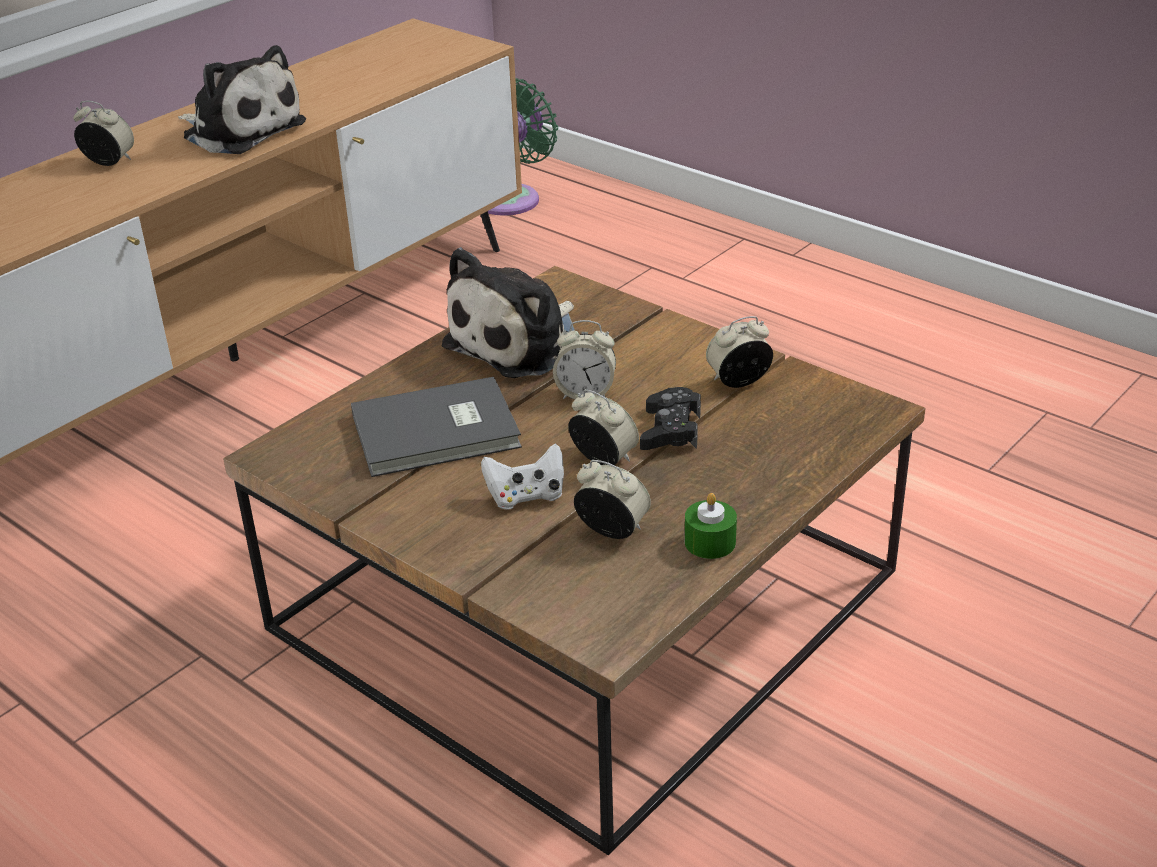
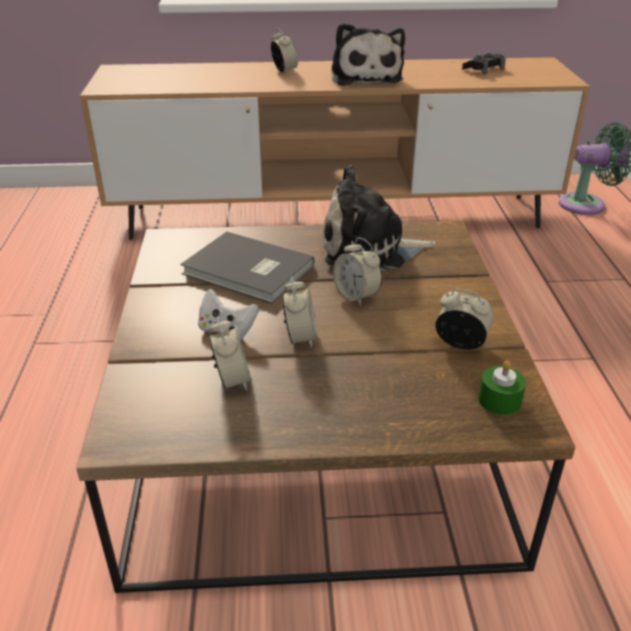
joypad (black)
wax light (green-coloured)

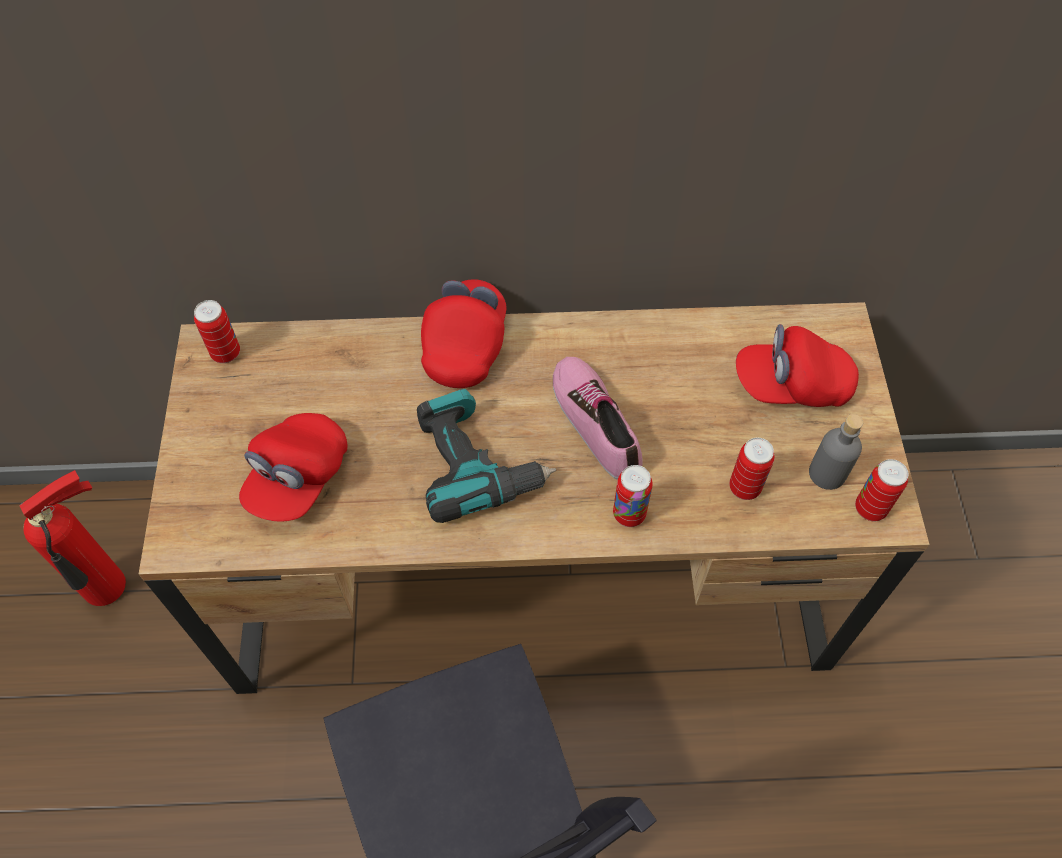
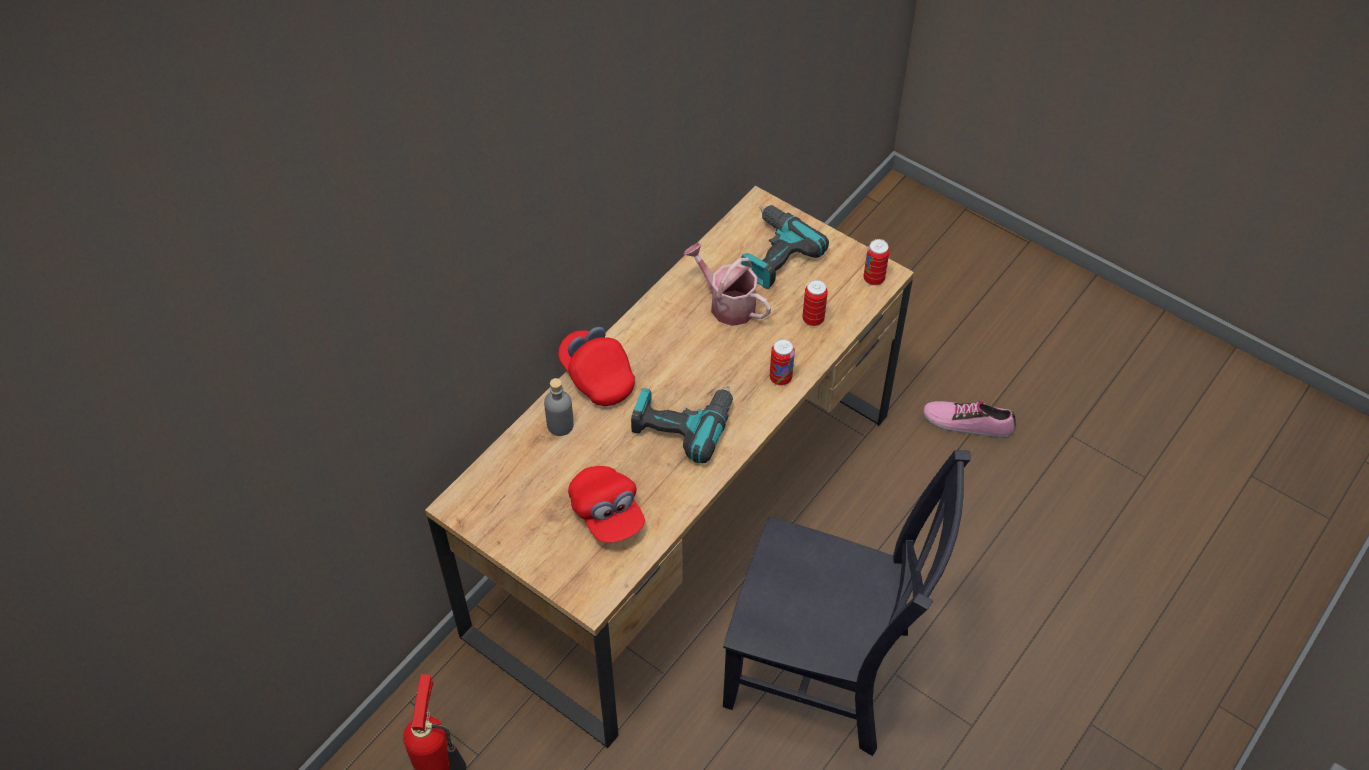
can (1st from left in the first image)
drill (2nd from left)
low shoe
beverage bottle (gray)
watering pot

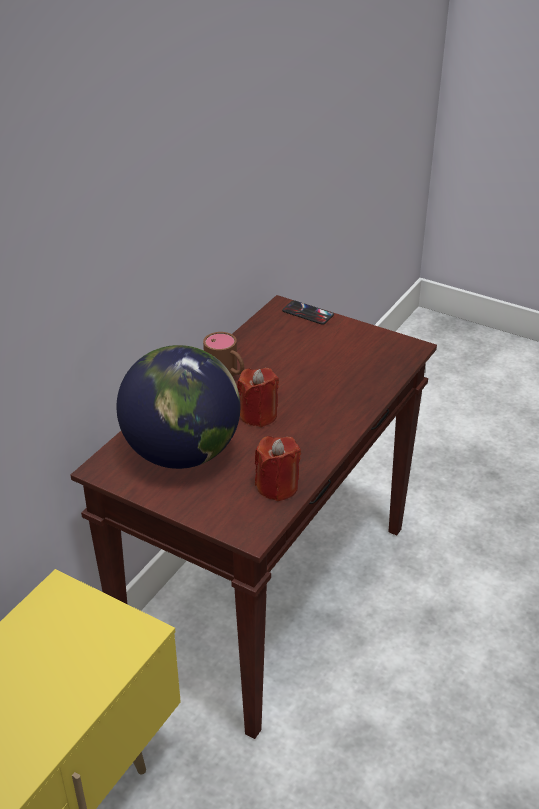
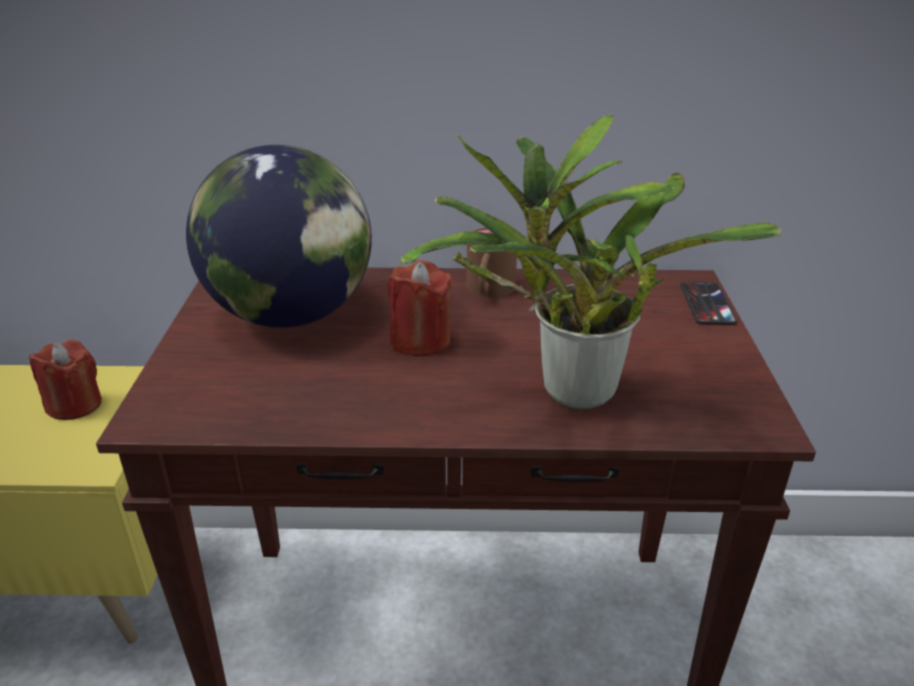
wax light (reddish) (1st from left)
potted plant

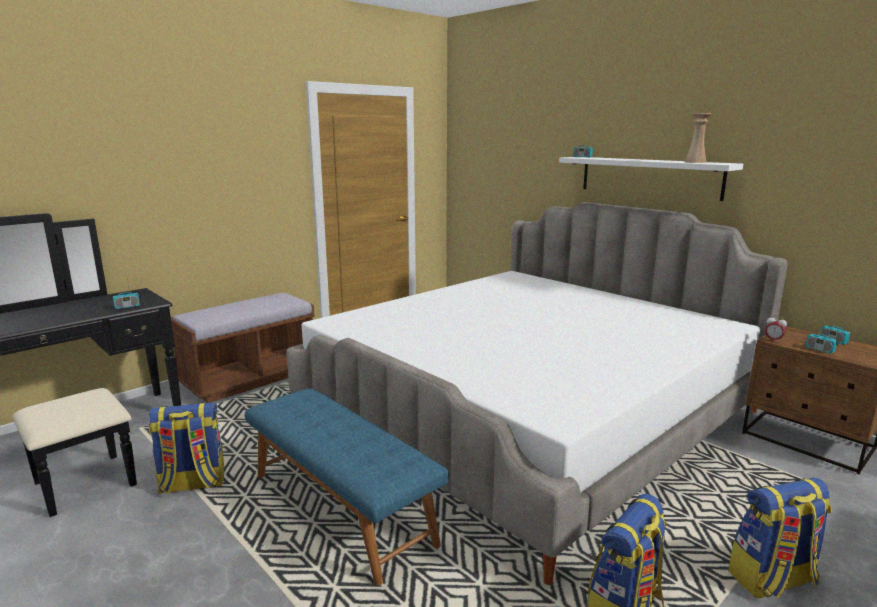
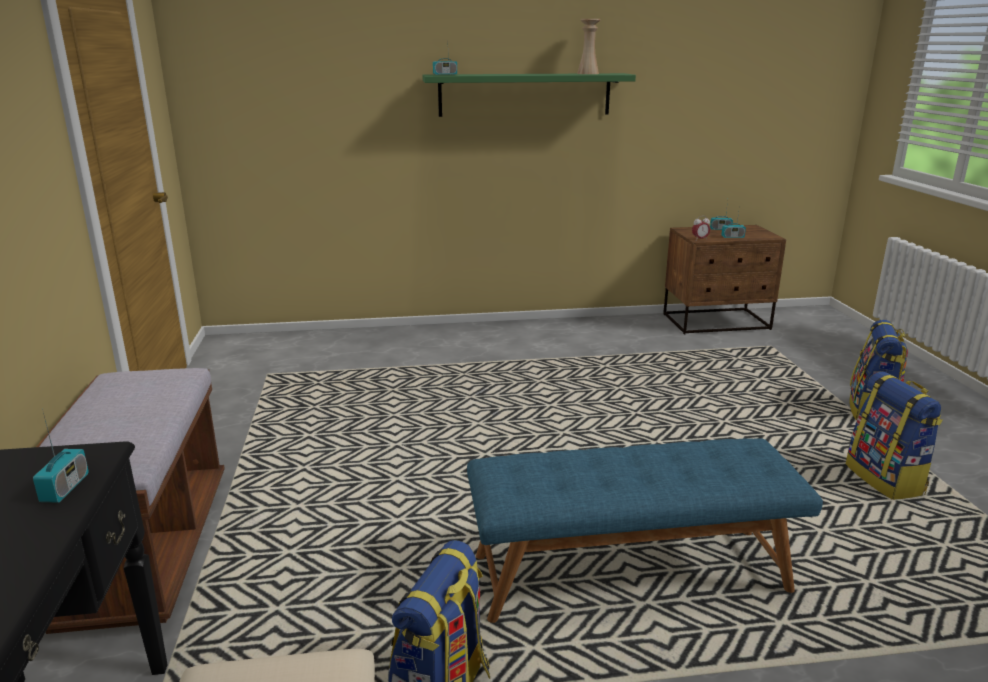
wall shelf (green-coloured)
bedroom bed

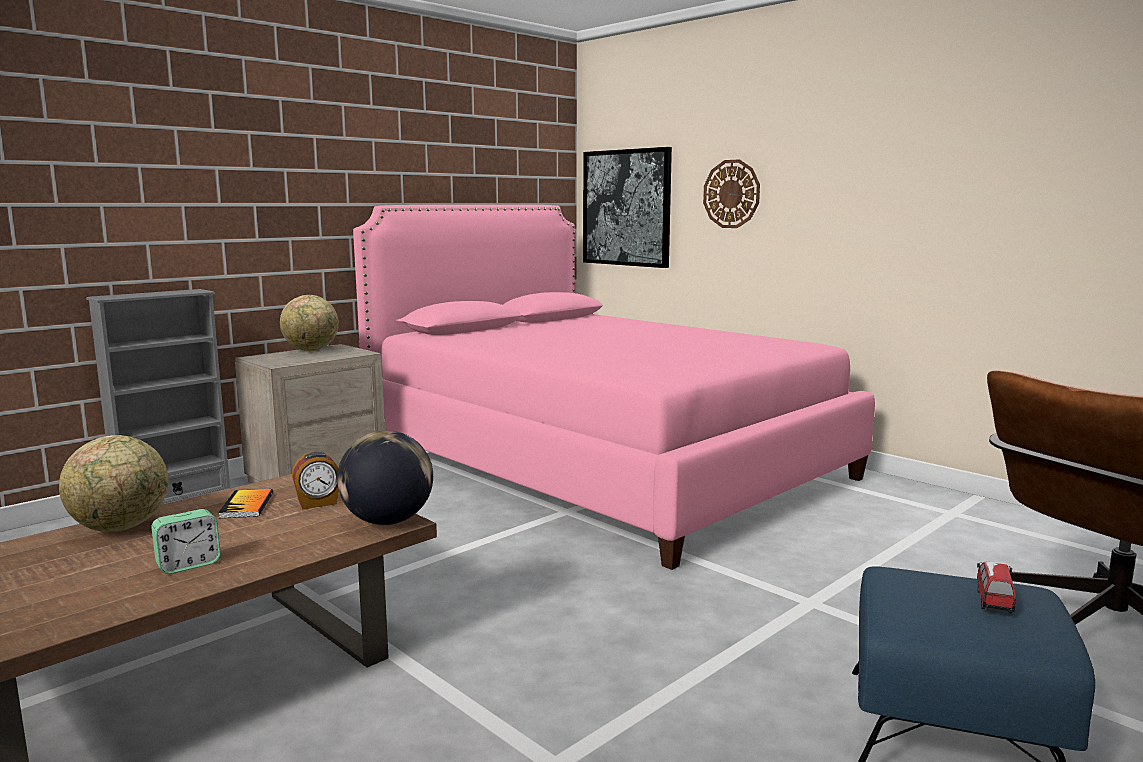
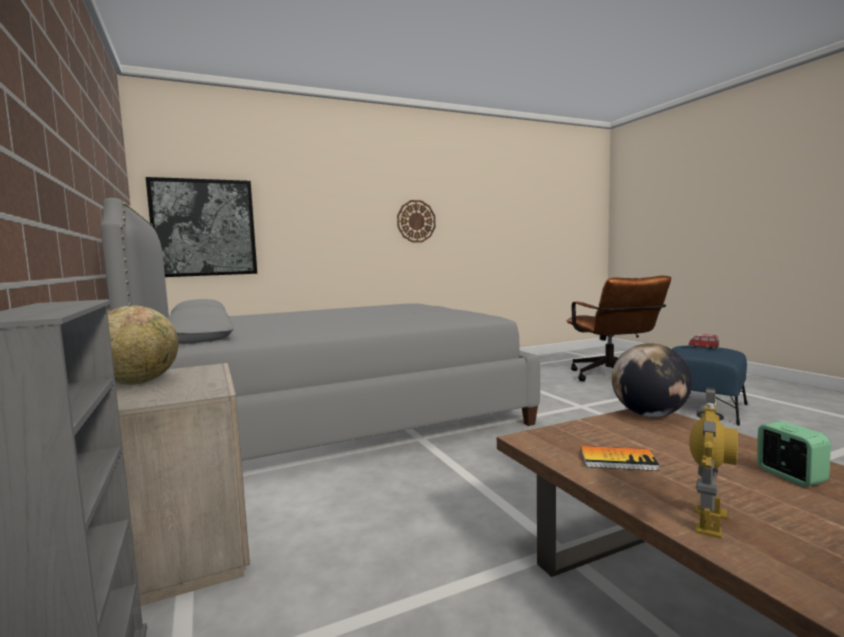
wall clock
bedroom bed (gray)
robot figure
alarm clock (2nd from left in the first image)

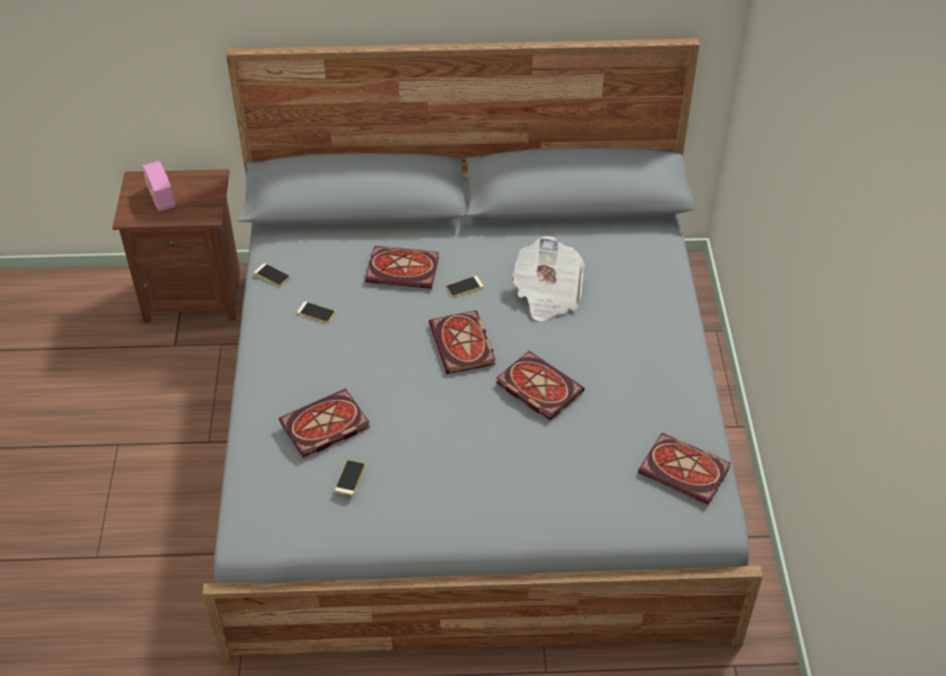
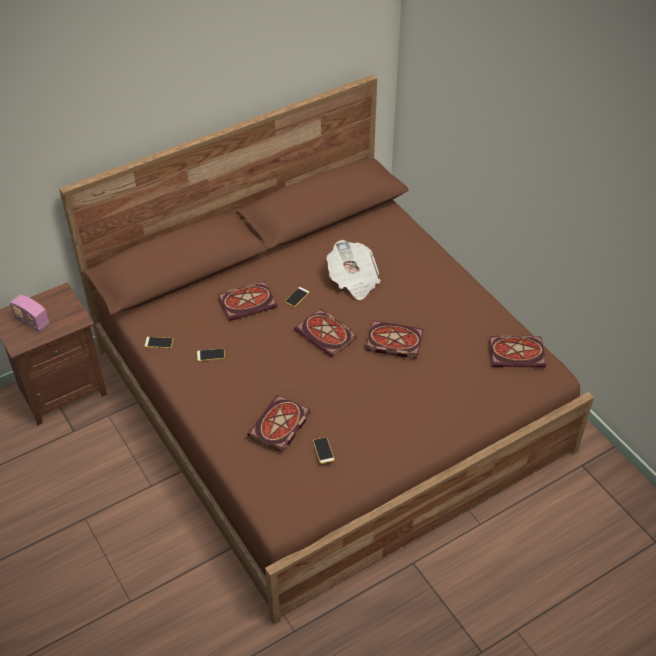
bedroom bed (brown)

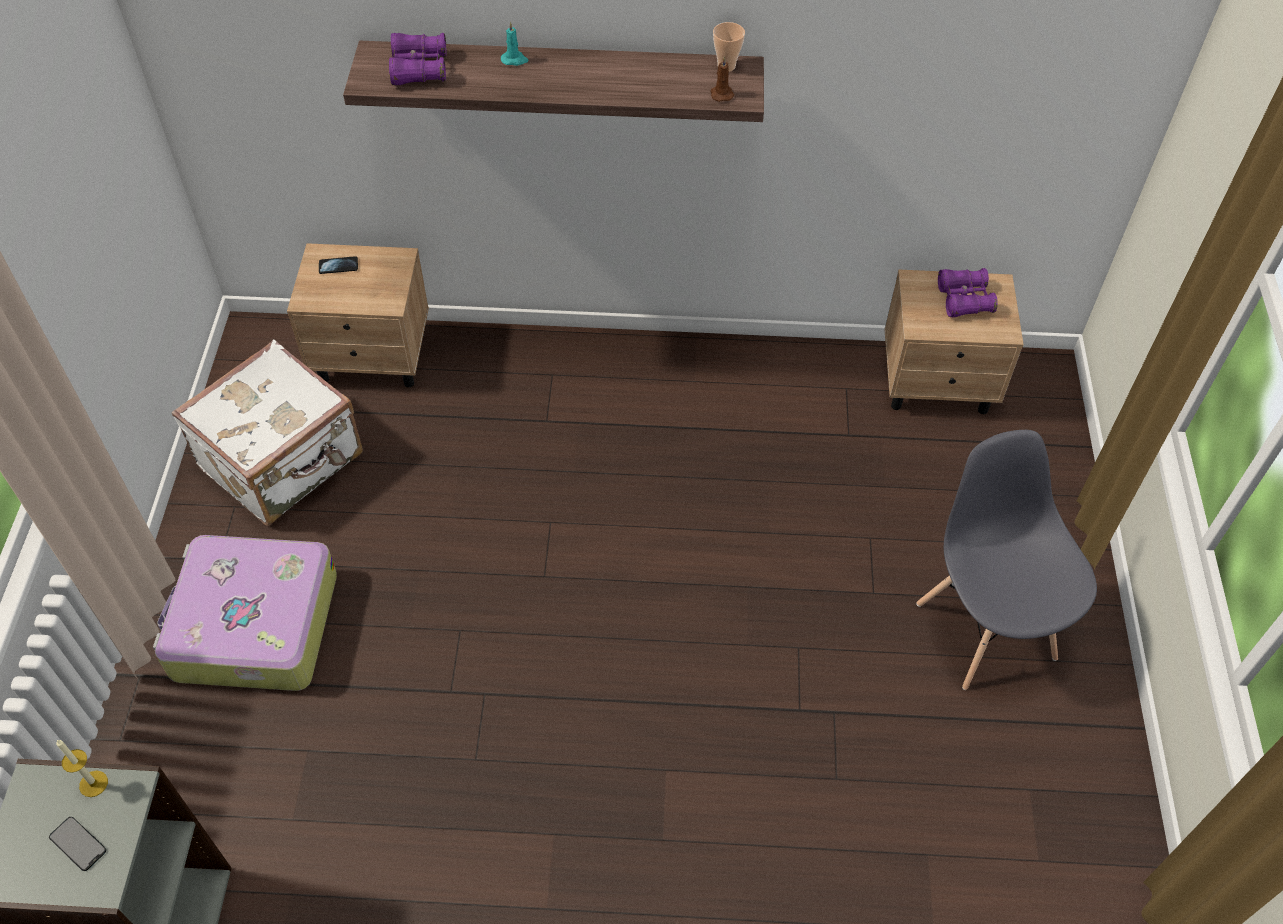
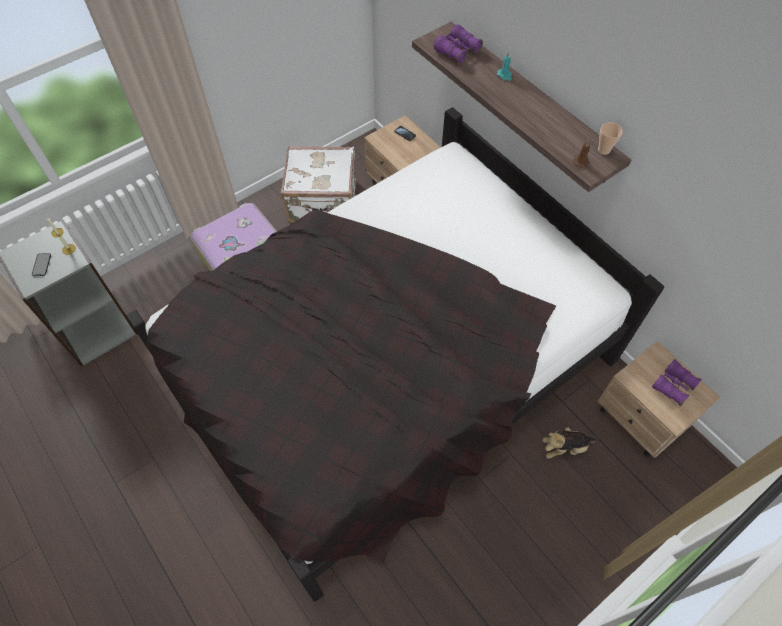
upright chair (gray)
bedroom bed (black)
plush toy

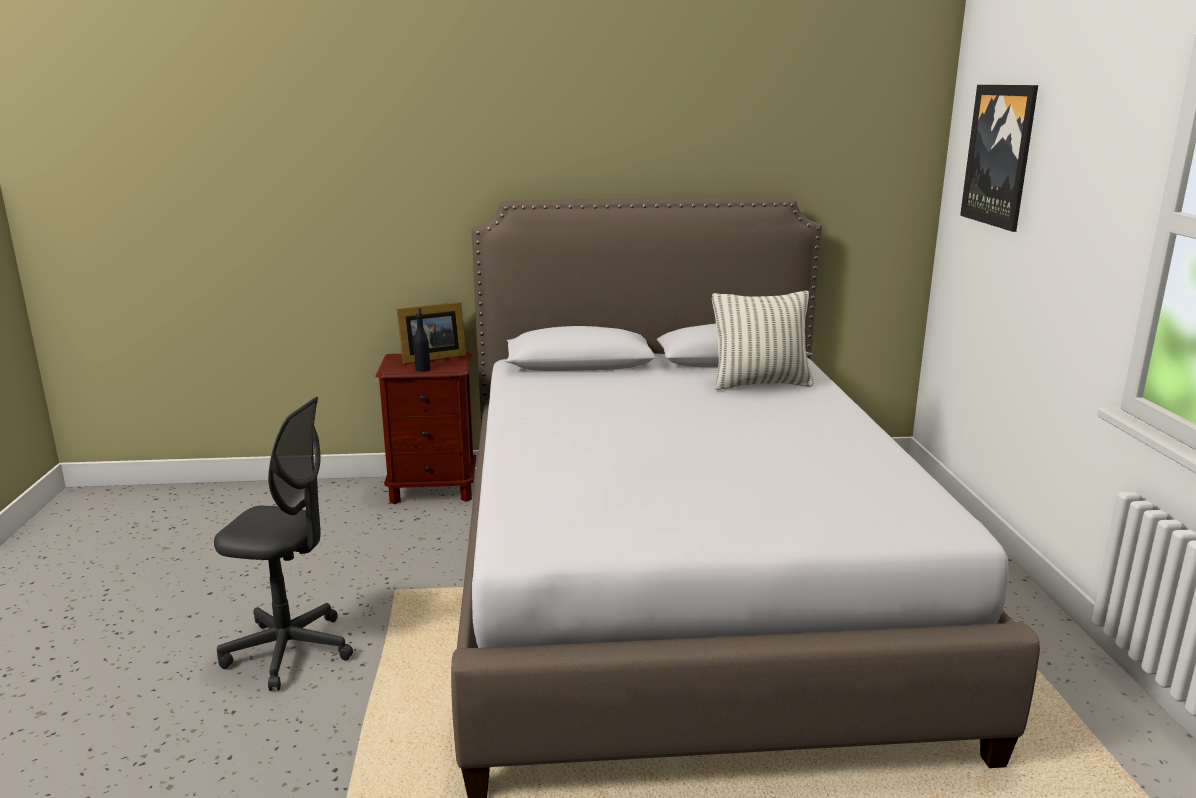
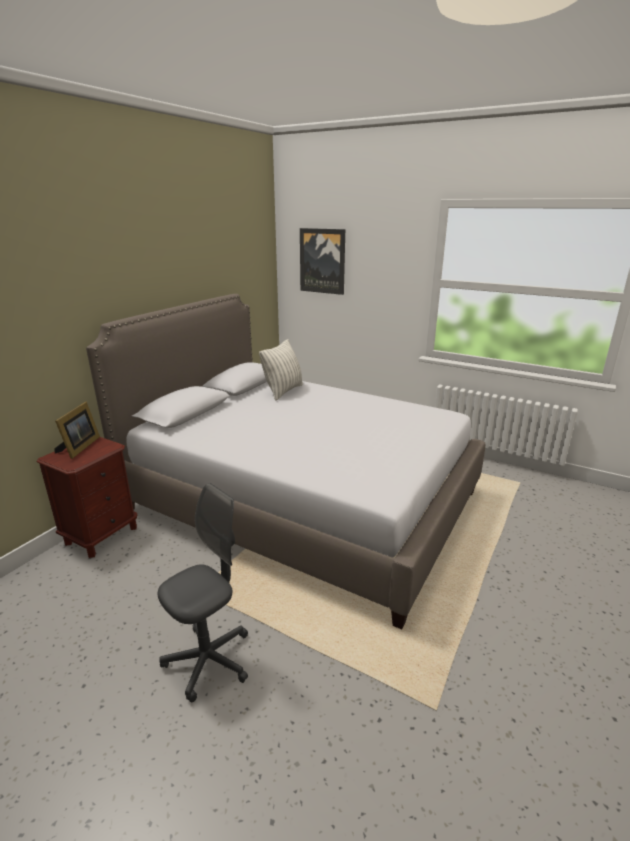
beverage bottle (black)

